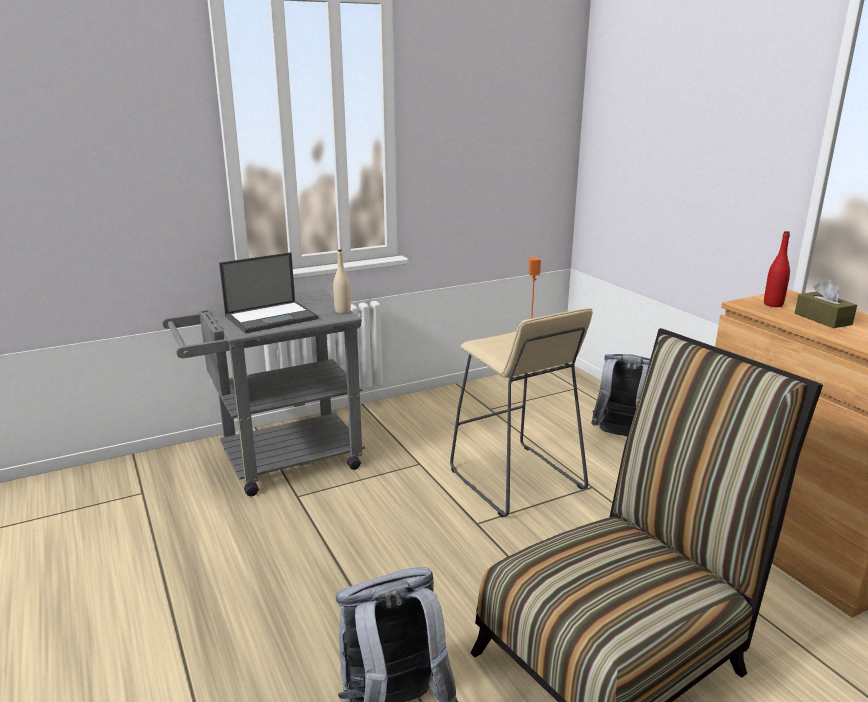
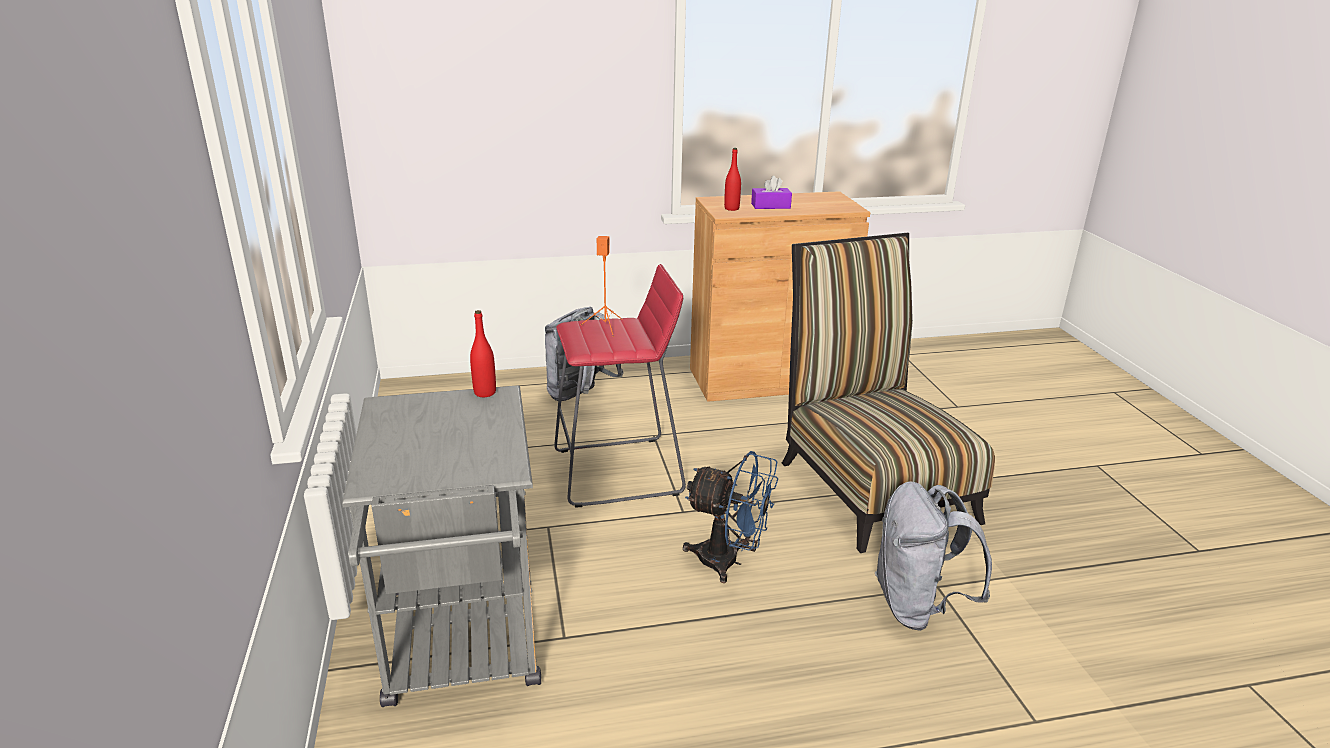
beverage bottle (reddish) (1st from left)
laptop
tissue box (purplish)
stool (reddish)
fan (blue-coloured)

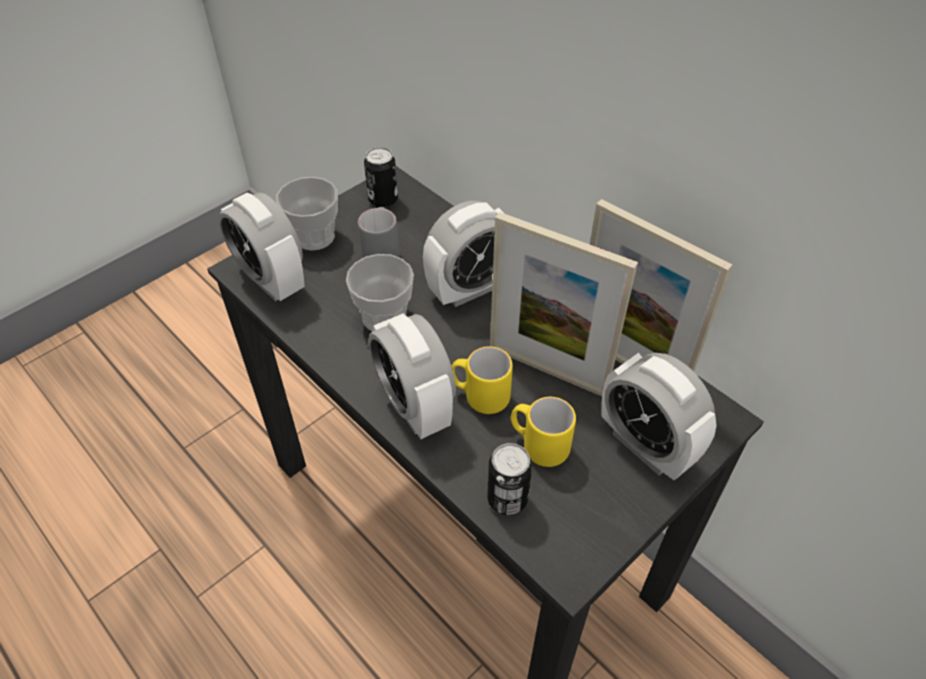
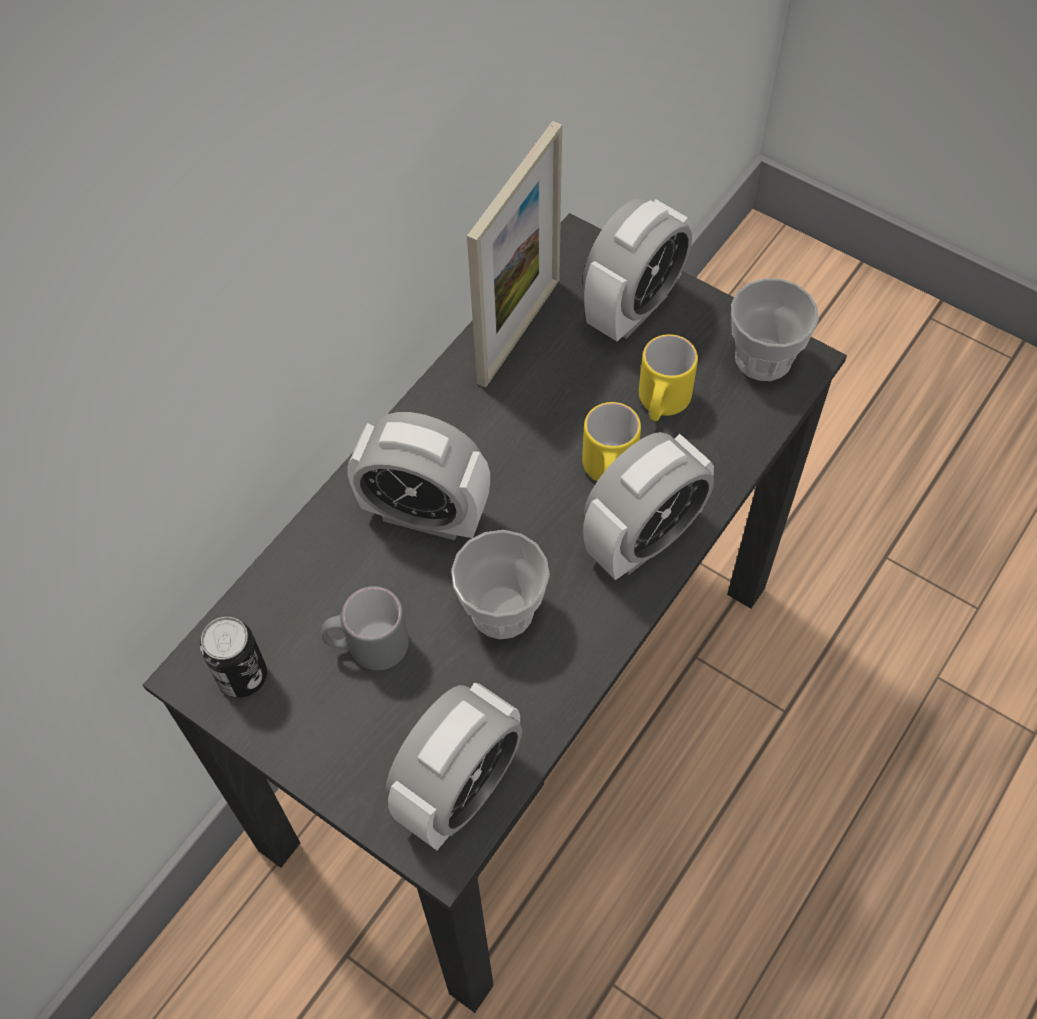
small cup (2nd from left)
alarm clock (1st from left)
standing frame (1st from left in the first image)
can (2nd from left in the first image)

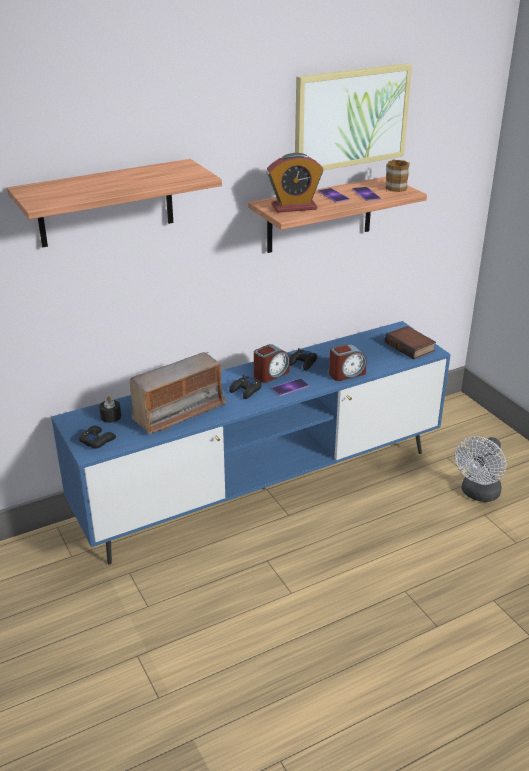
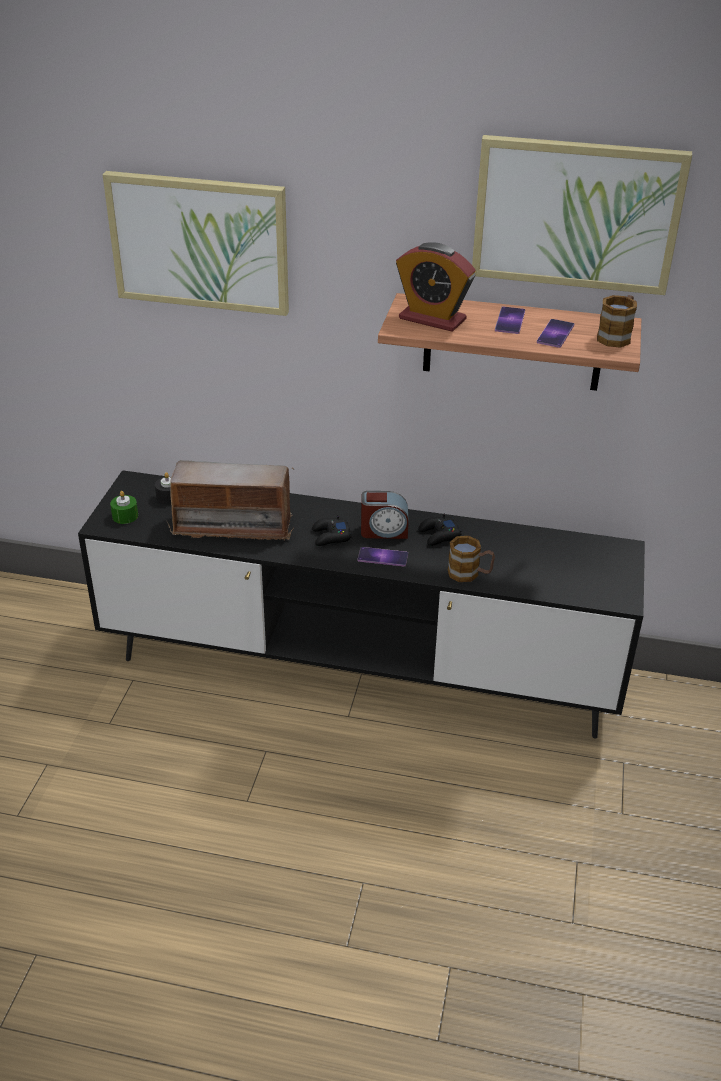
wall picture (1st from left)
tv stand (black)
volume
tea mug (1st from left)
wax light (green-coloured)
fan (whitish)

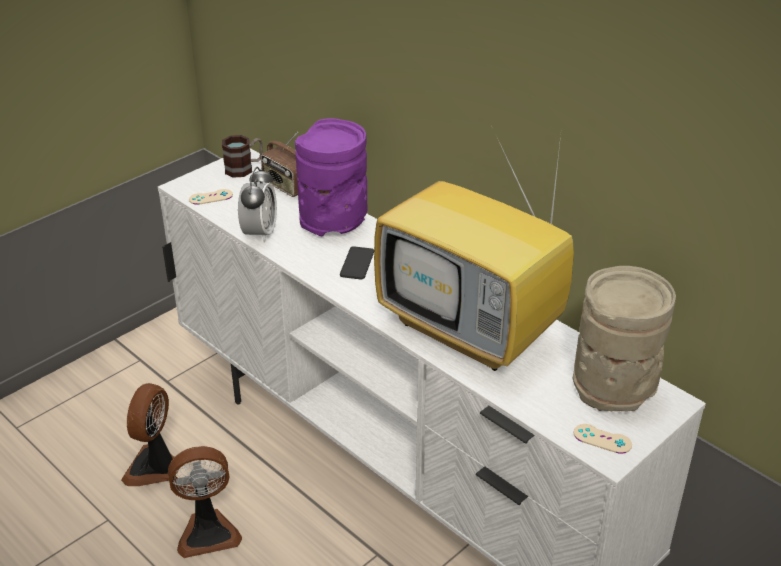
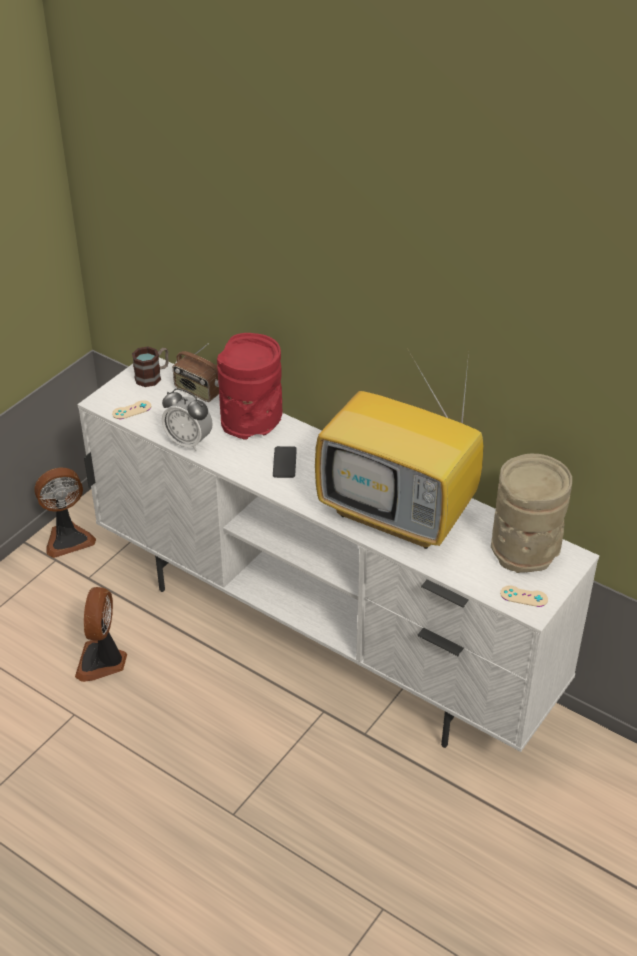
decorative vase (reddish)
alarm clock
fan (1st from left)

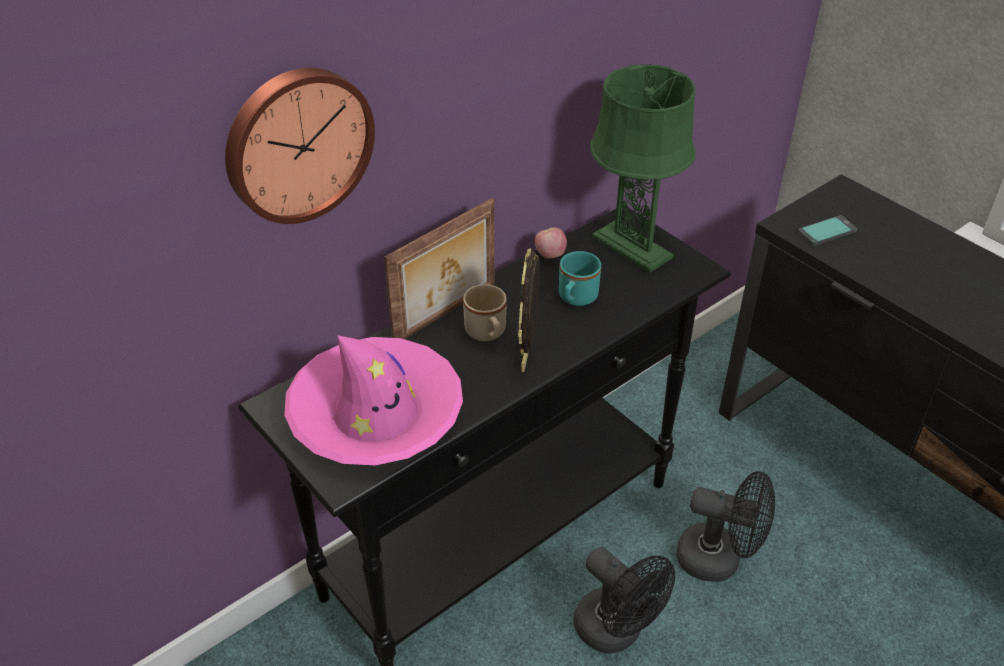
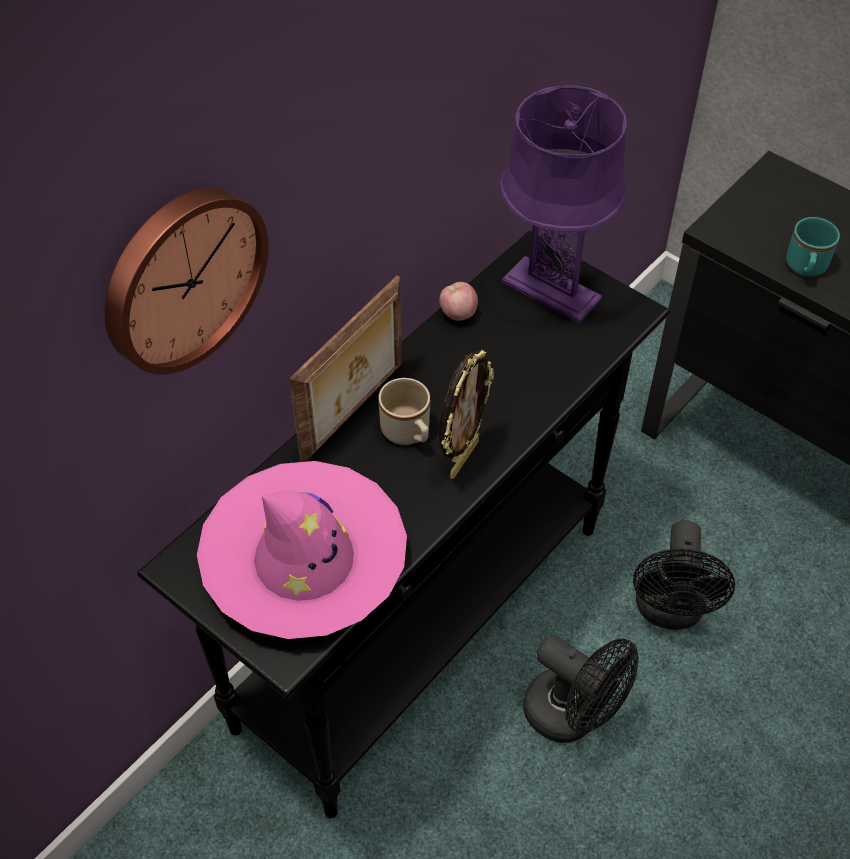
table lamp (purplish)
handset
standing frame (2nd from left)
tea mug (turquoise-coloured)
fan (black) (2nd from left)

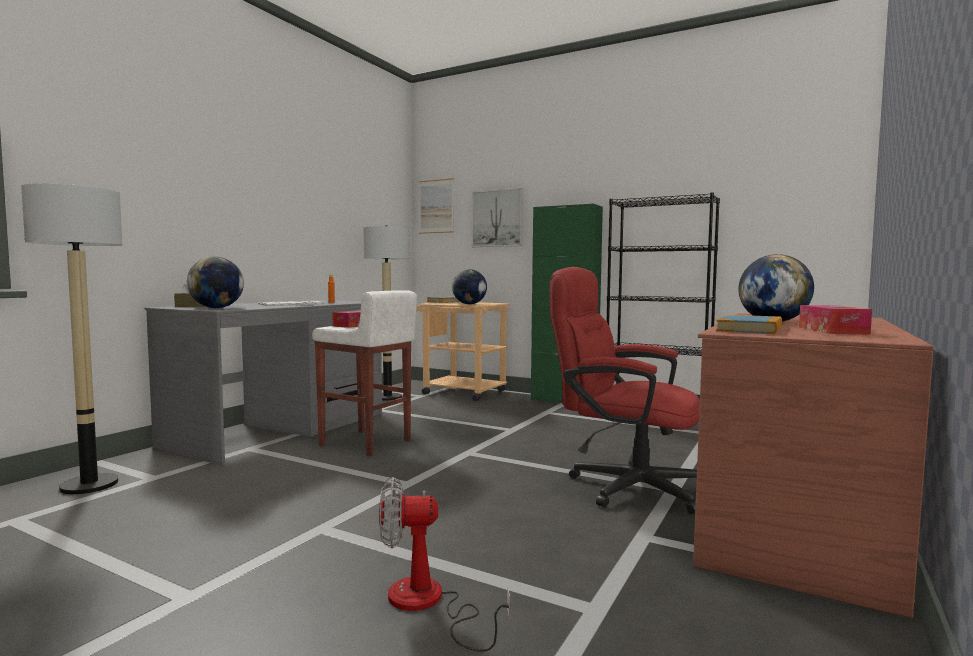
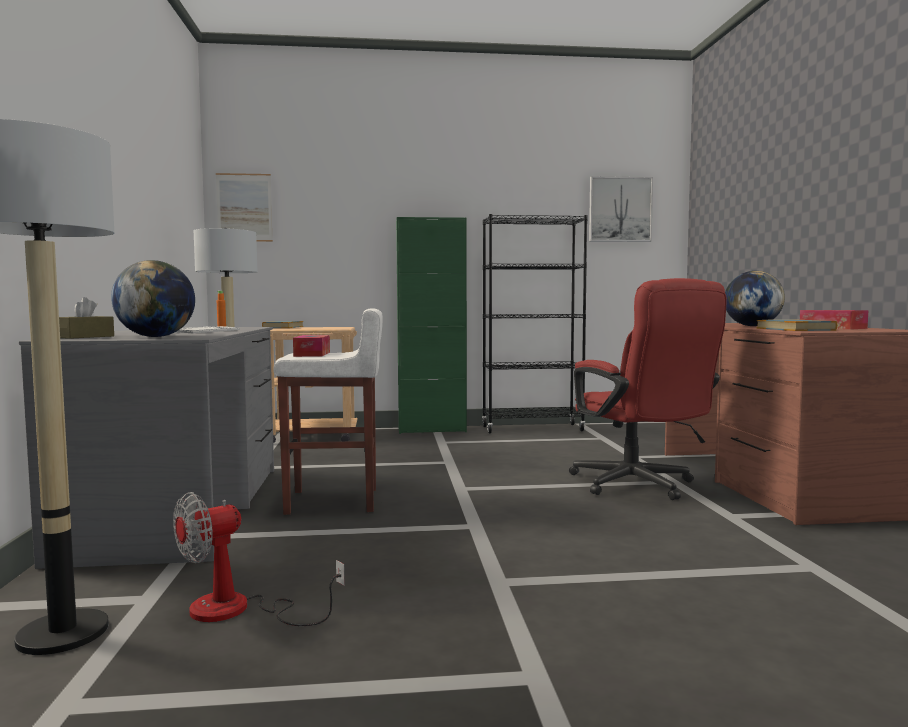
wall picture (2nd from left)
office chair (reddish)
world globe (2nd from left in the first image)
fan

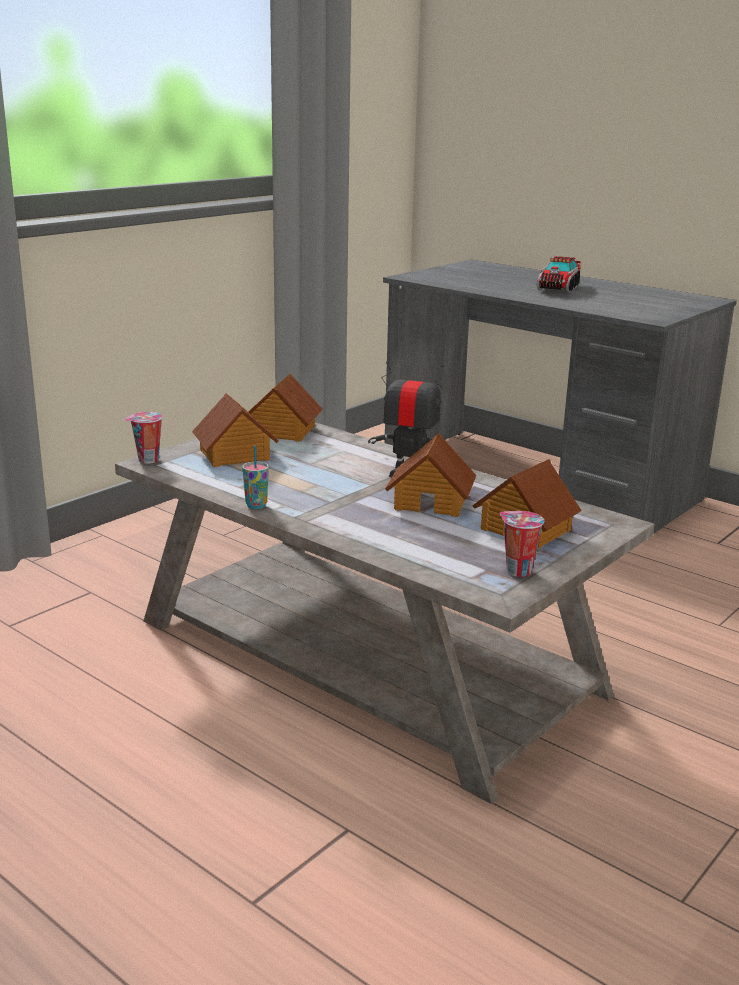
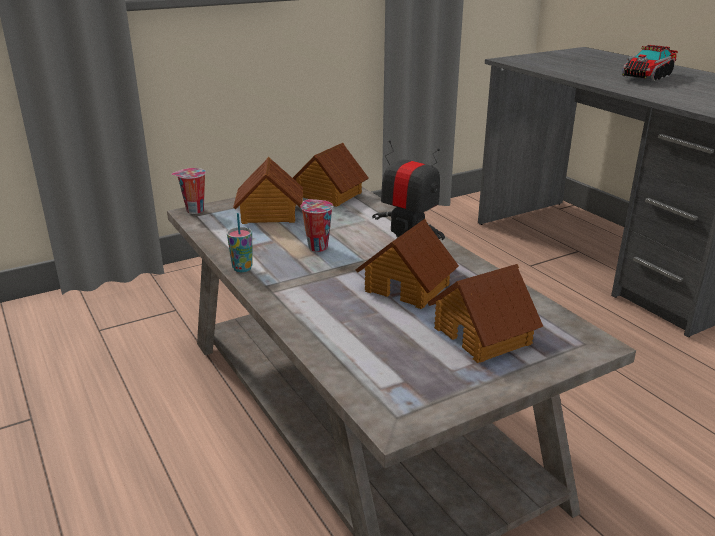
small cup (3rd from left)

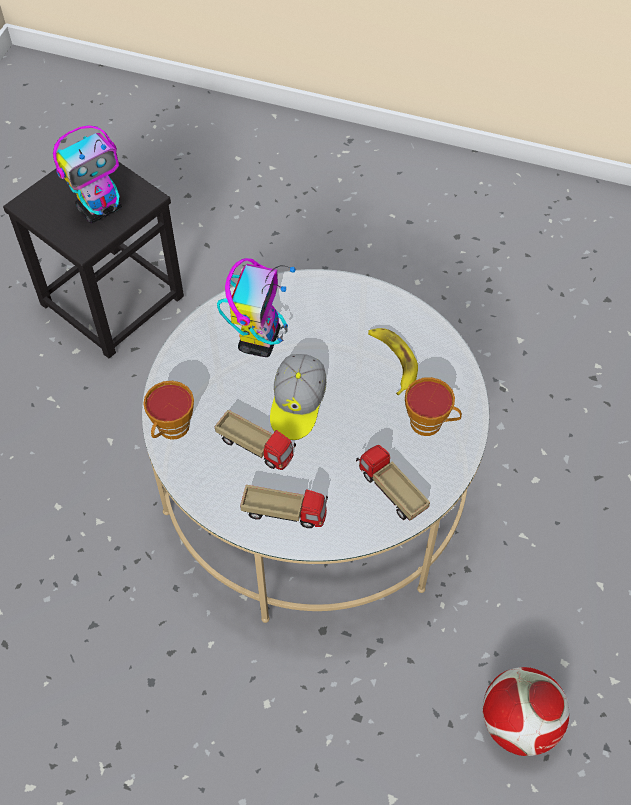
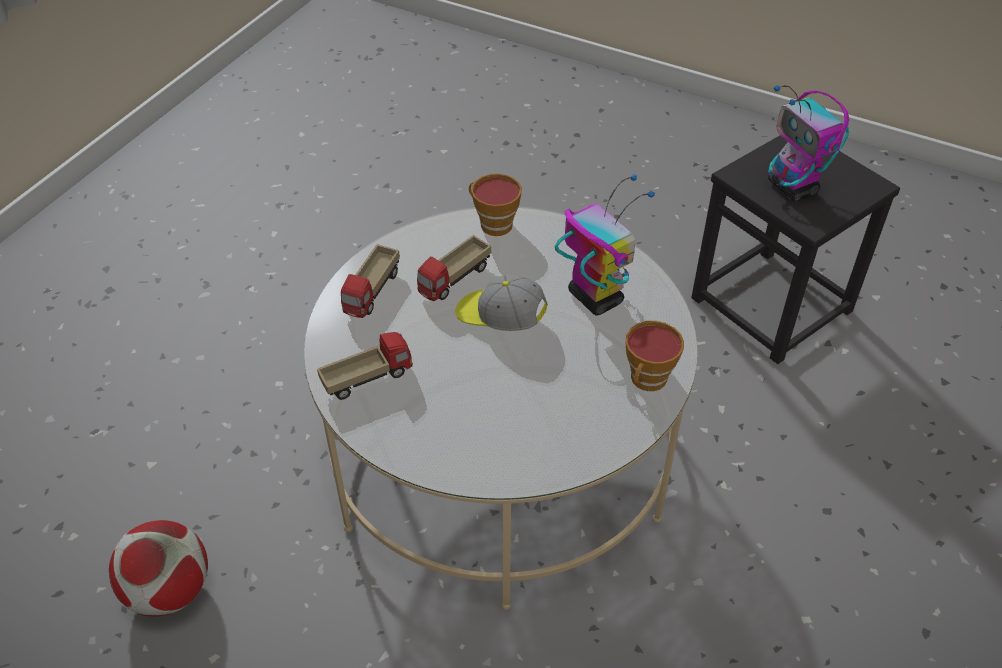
robot figure (1st from left)
whole banana
small cup (2nd from left)

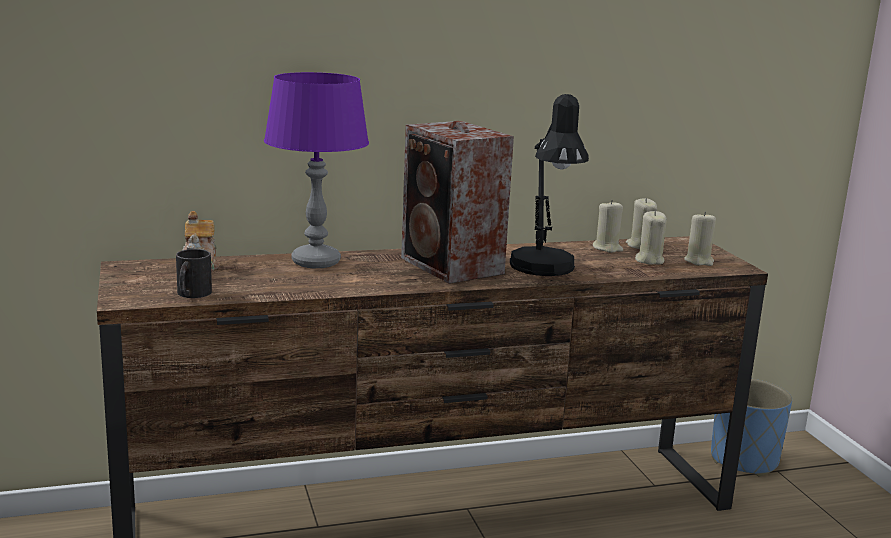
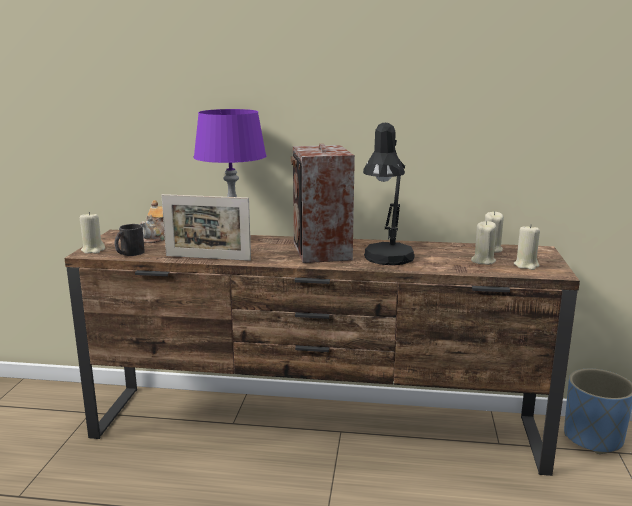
wax light (beige-coloured) (1st from left)
standing frame

